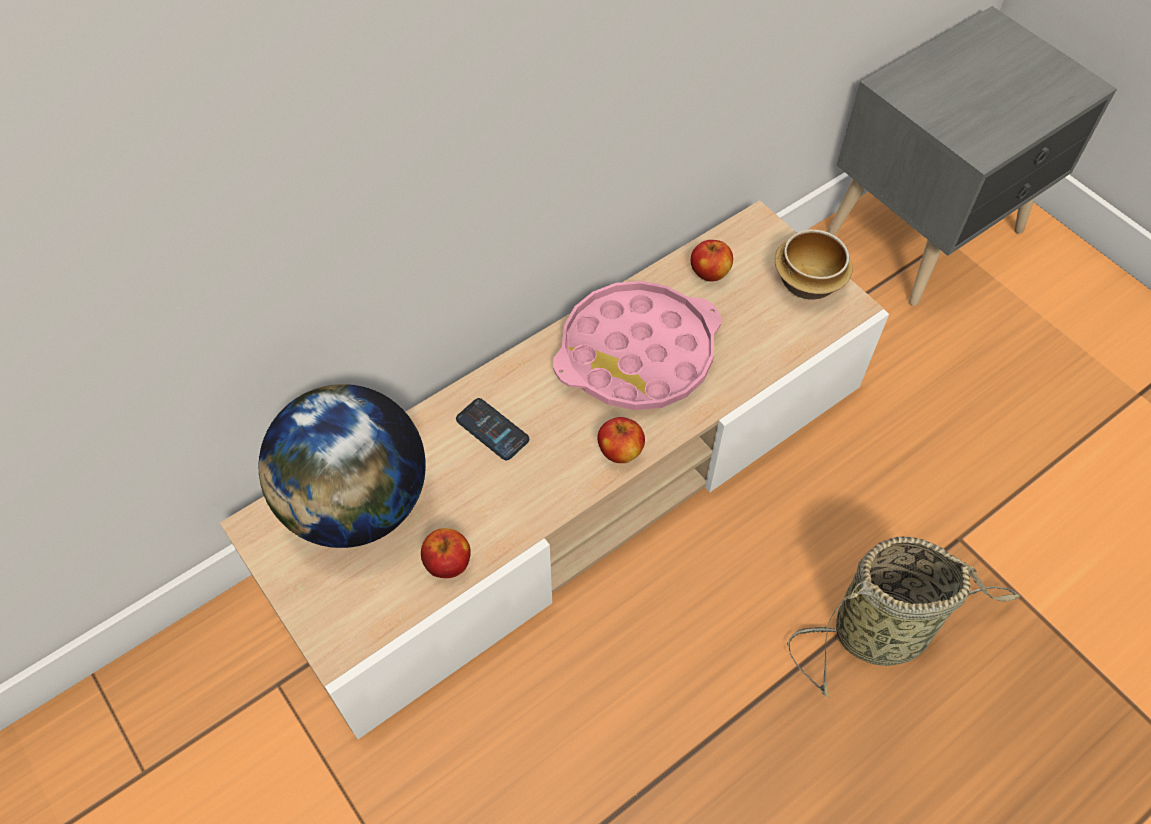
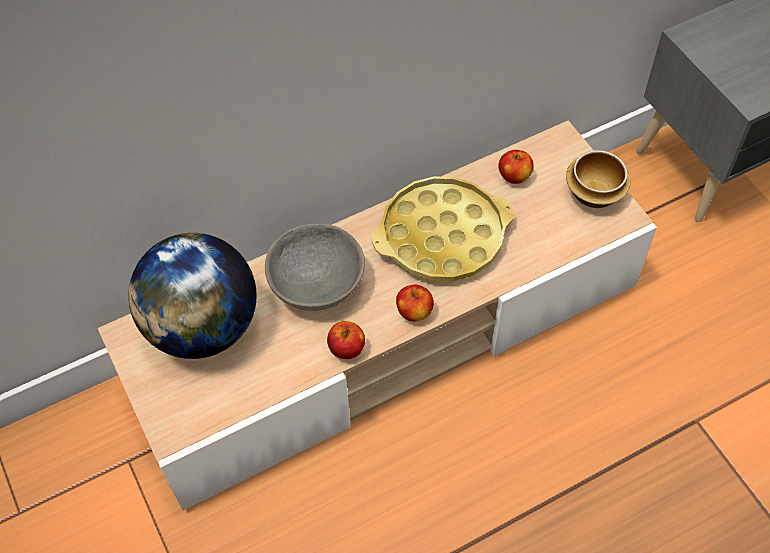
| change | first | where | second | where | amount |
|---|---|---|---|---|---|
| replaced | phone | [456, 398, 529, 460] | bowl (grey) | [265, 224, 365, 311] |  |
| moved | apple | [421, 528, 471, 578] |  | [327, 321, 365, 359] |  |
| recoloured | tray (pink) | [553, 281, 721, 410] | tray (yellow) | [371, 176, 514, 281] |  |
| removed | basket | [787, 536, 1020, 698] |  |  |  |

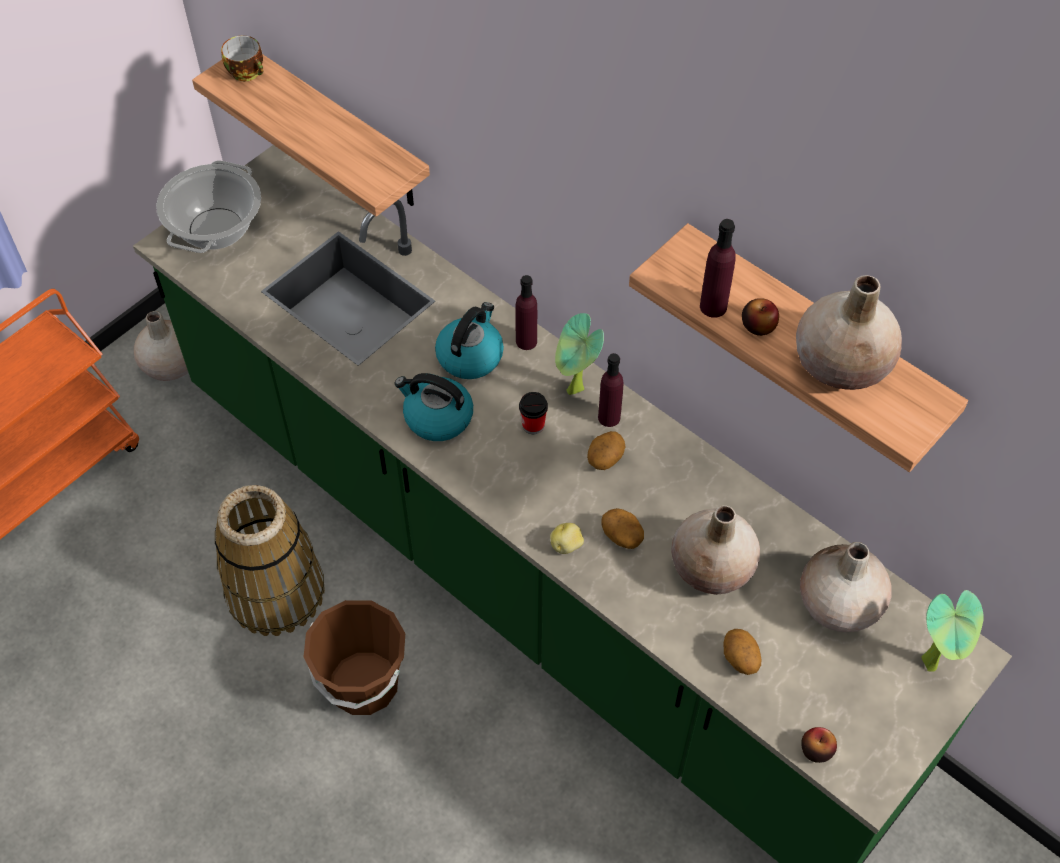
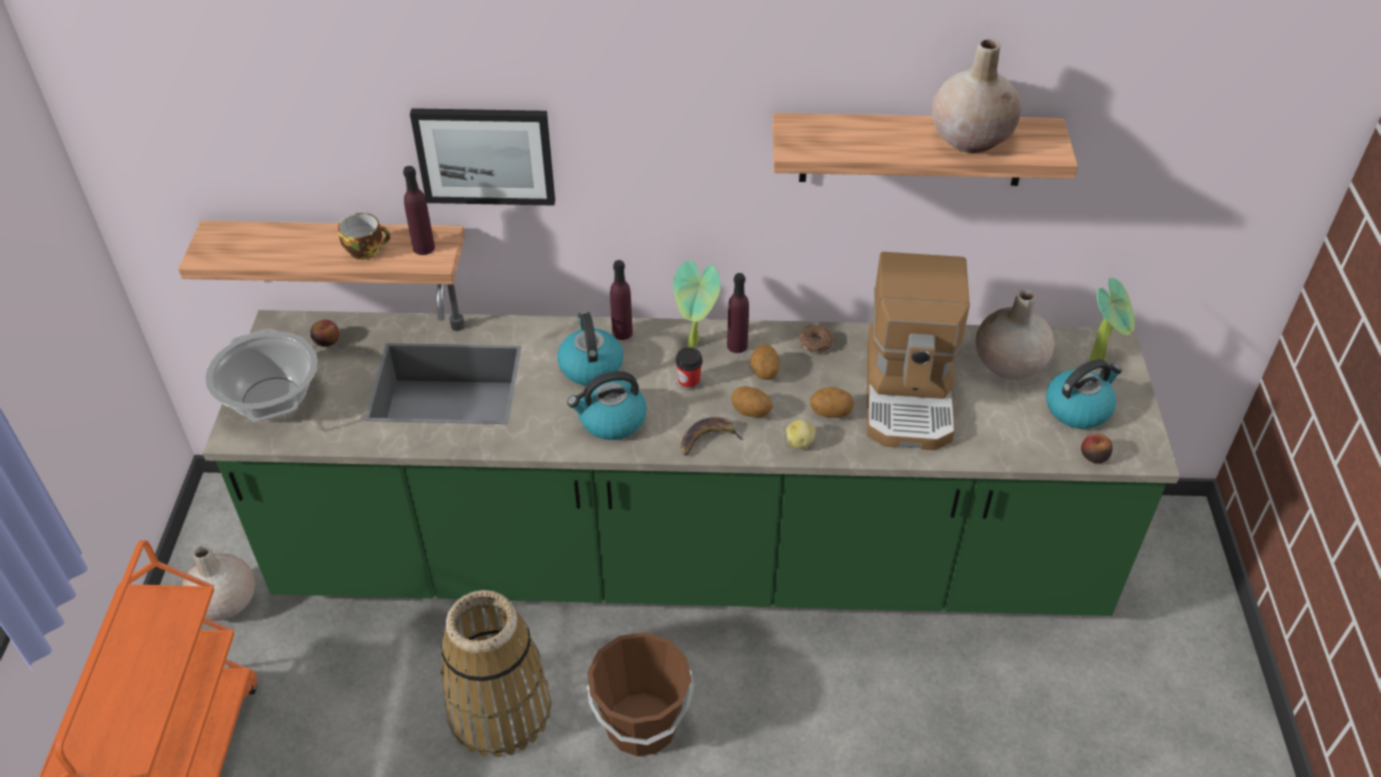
| change | first | where | second | where | amount |
|---|---|---|---|---|---|
| moved | apple | [742, 298, 779, 336] |  | [310, 320, 339, 347] |  |
| moved | cup | [221, 36, 263, 82] |  | [338, 213, 391, 260] |  |
| moved | bottle (purple) | [700, 219, 736, 318] |  | [403, 166, 435, 255] |  |
| added |  |  | picture | [410, 108, 555, 206] |  |
| added |  |  | banana | [681, 417, 744, 456] |  |
| moved | potato | [724, 629, 761, 675] |  | [731, 386, 773, 417] |  |
| added |  |  | donut | [798, 325, 834, 353] |  |
| replaced | vase (beige) | [671, 505, 760, 595] | coffee machine | [867, 252, 970, 450] |  |
| added |  |  | kettle | [1046, 359, 1122, 429] |  |

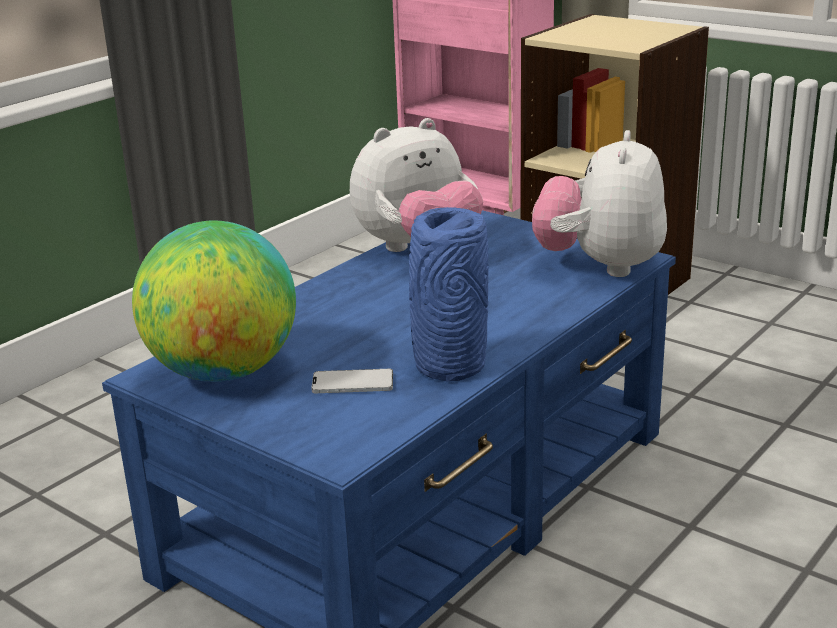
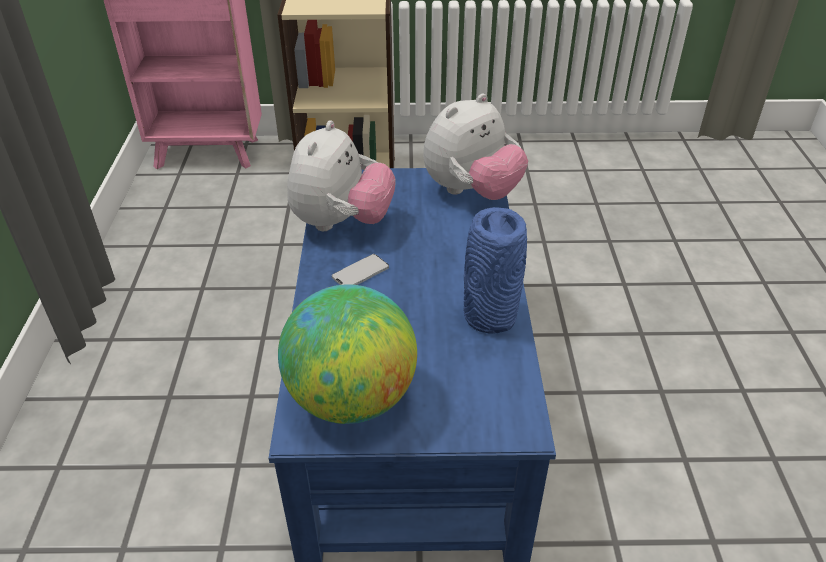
| change | first | where | second | where | amount |
|---|---|---|---|---|---|
| moved | phone | [311, 369, 393, 393] |  | [332, 254, 389, 285] |  |
| turned | plush toy | [532, 130, 667, 277] |  | [423, 94, 528, 200] | 105 degrees counterclockwise |

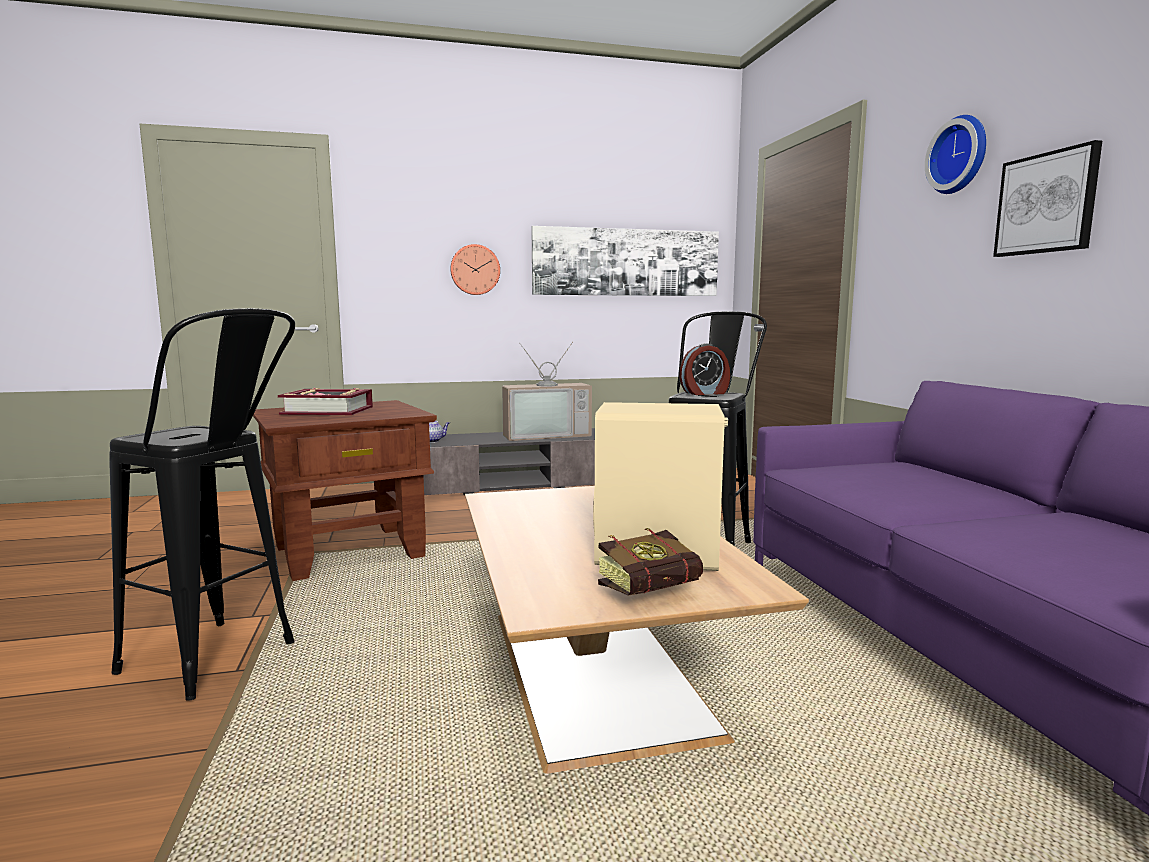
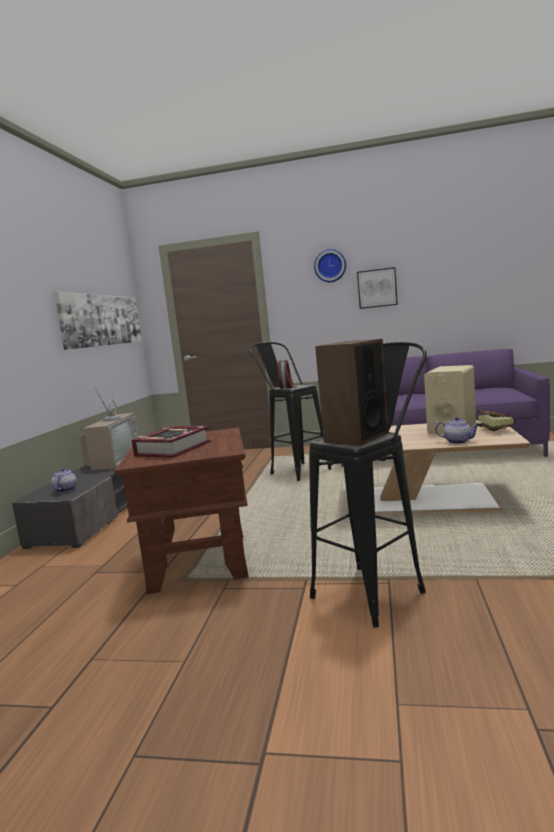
| change | first | where | second | where | amount |
|---|---|---|---|---|---|
| added |  |  | speaker | [315, 339, 389, 446] |  |
| added |  |  | teapot | [435, 417, 480, 444] |  |
| removed | wall clock | [450, 244, 500, 295] |  |  |  |

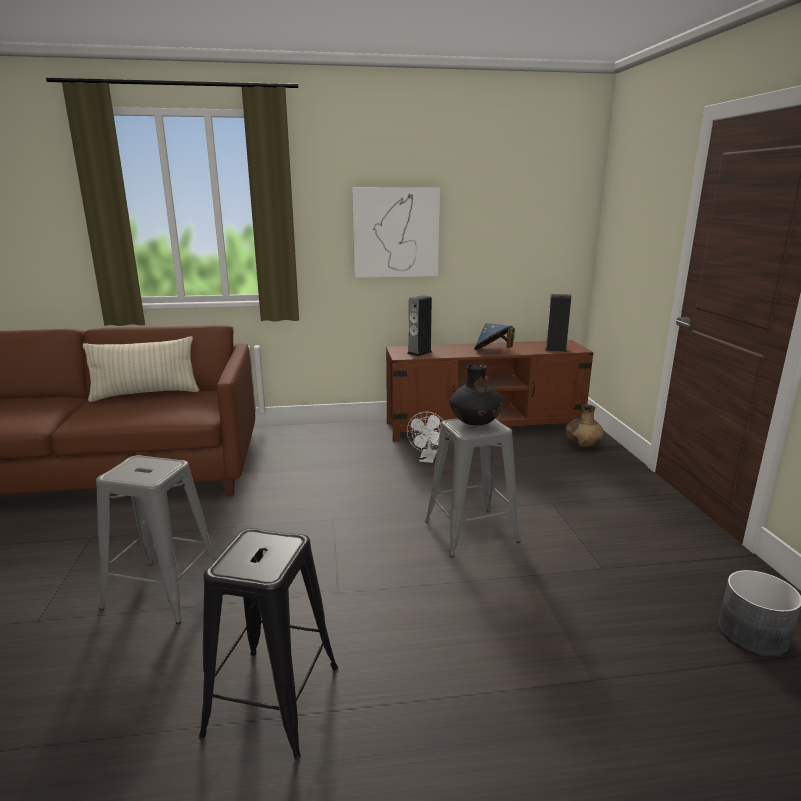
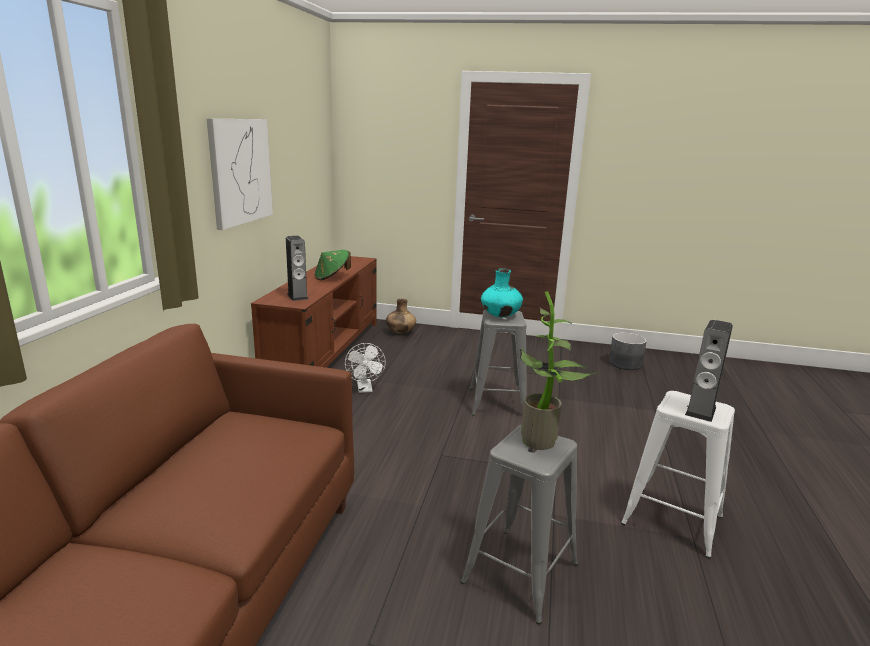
| change | first | where | second | where | amount |
|---|---|---|---|---|---|
| recoloured | hat (blue) | [474, 323, 515, 350] | hat (green) | [314, 250, 351, 280] |  |
| turned | fan (white) | [407, 412, 444, 463] |  | [345, 343, 386, 393] | 45 degrees clockwise |
| recoloured | vase (black) | [450, 363, 503, 426] | vase (turquoise) | [481, 268, 523, 317] |  |
| added |  |  | potted plant | [520, 291, 597, 450] |  |
| recoloured | stool (black) | [199, 528, 338, 760] | stool (white) | [621, 391, 735, 558] |  |
| moved | speaker | [545, 294, 571, 352] |  | [685, 320, 733, 422] |  |
| removed | pillow (beige) | [83, 336, 199, 402] |  |  |  |

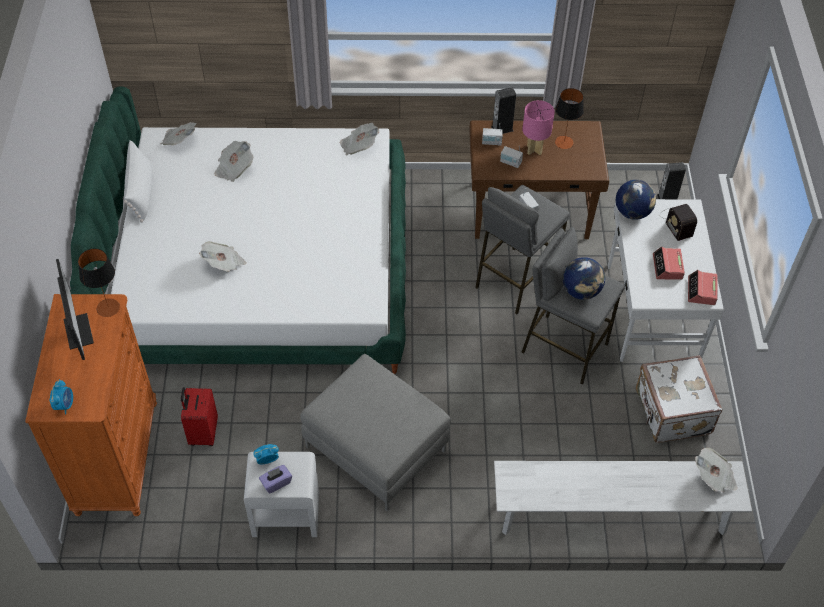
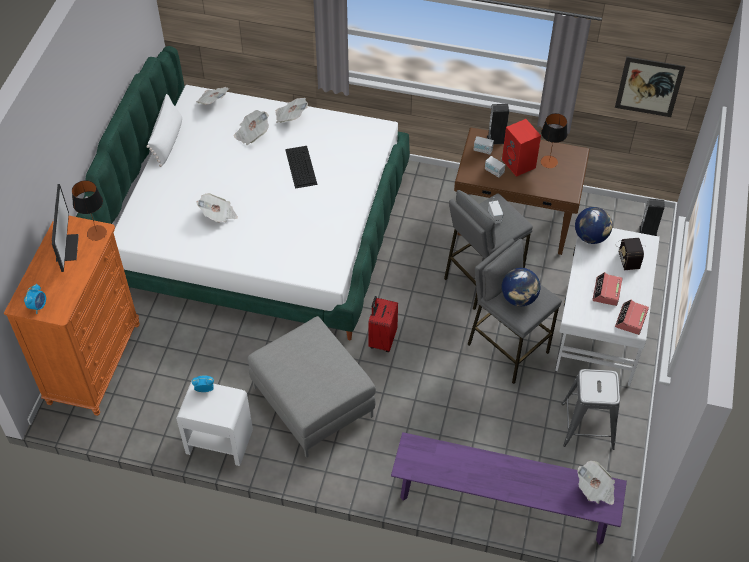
| change | first | where | second | where | amount |
|---|---|---|---|---|---|
| moved | newspaper | [340, 123, 379, 156] |  | [276, 98, 308, 123] |  |
| added |  |  | keyboard | [285, 146, 317, 189] |  |
| moved | suitcase (red) | [181, 387, 218, 446] |  | [368, 296, 398, 352] |  |
| recoloured | bench (white) | [494, 461, 752, 535] | bench (purple) | [391, 432, 627, 545] |  |
| replaced | table lamp (pink) | [522, 100, 555, 155] | speaker (red) | [502, 119, 541, 177] |  |
| replaced | suitcase (white) | [636, 355, 722, 443] | stool (grey) | [562, 369, 620, 450] |  |
| added |  |  | picture | [615, 56, 685, 117] |  |
| removed | tissue box (purple) | [259, 465, 292, 494] |  |  |  |

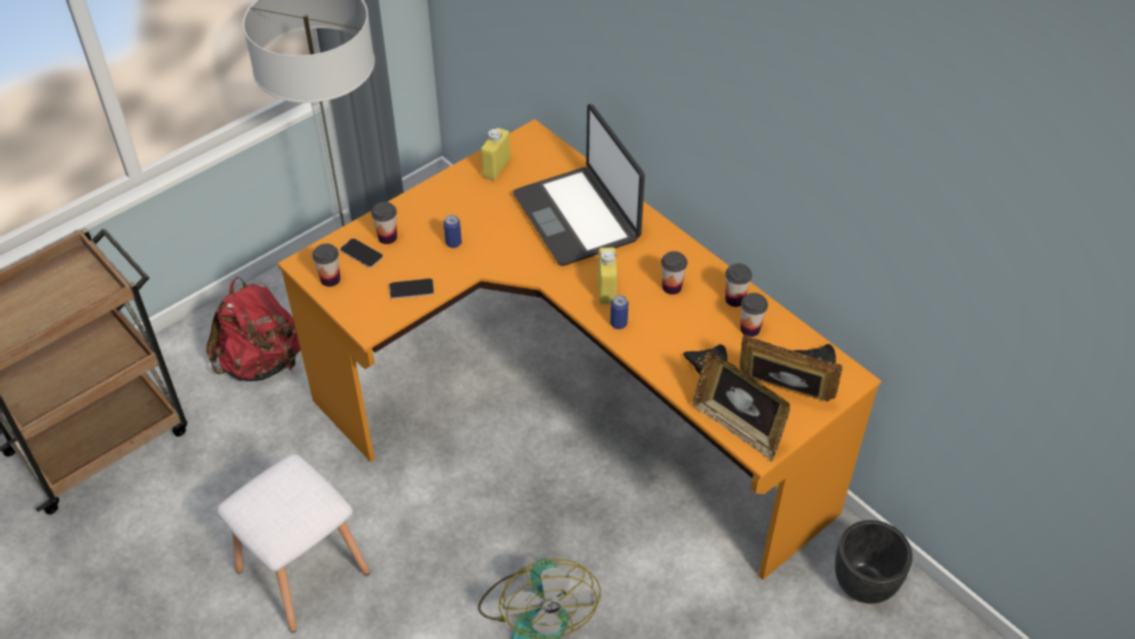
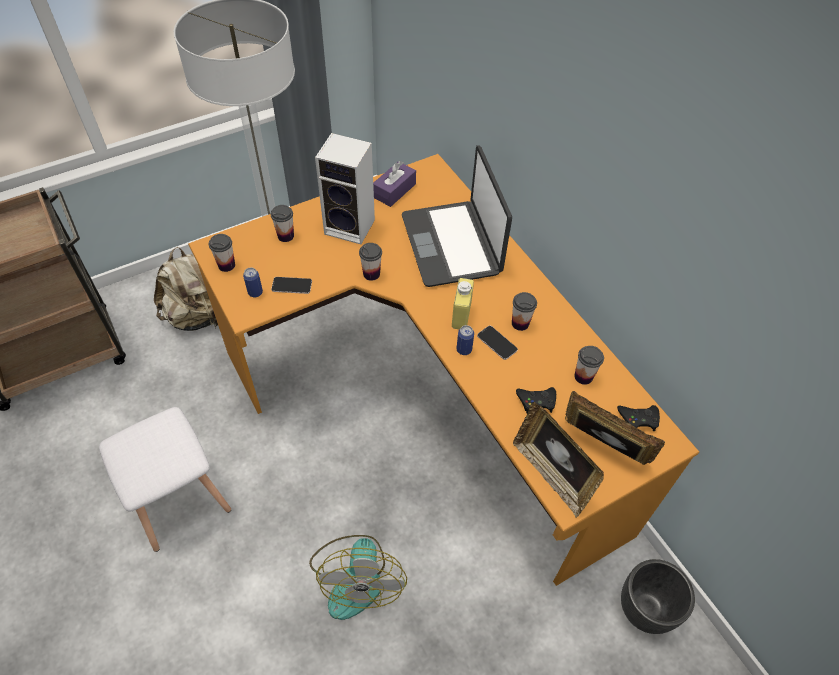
| change | first | where | second | where | amount |
|---|---|---|---|---|---|
| recoloured | backpack (red) | [206, 276, 301, 381] | backpack (beige) | [154, 246, 218, 331] |  |
| moved | can | [444, 214, 462, 248] |  | [243, 268, 263, 297] |  |
| added |  |  | speaker | [315, 133, 375, 244] |  |
| moved | cup | [725, 263, 752, 307] |  | [359, 243, 382, 281] |  |
| replaced | bottle (yellow) | [481, 128, 511, 181] | tissue box (purple) | [373, 161, 416, 207] |  |
| moved | phone | [340, 238, 383, 268] |  | [477, 326, 518, 360] |  |

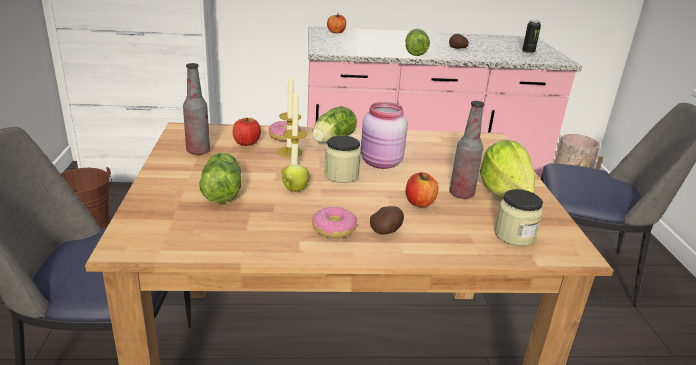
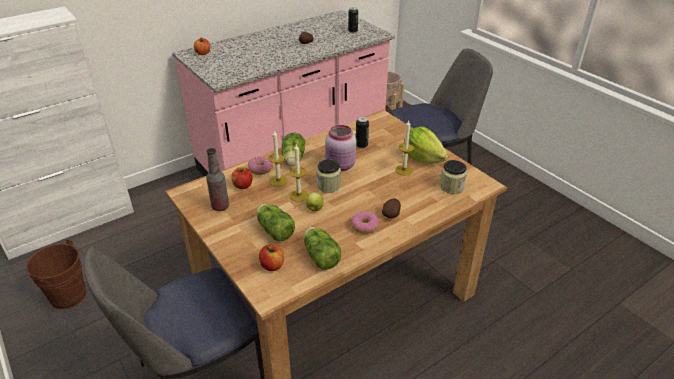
| change | first | where | second | where | amount |
|---|---|---|---|---|---|
| moved | apple | [406, 172, 438, 207] |  | [259, 244, 284, 271] |  |
| moved | lettuce | [405, 29, 430, 56] |  | [304, 227, 341, 270] |  |
| added |  |  | can | [356, 116, 369, 149] |  |
| replaced | bottle | [450, 101, 485, 199] | candle | [395, 121, 414, 176] |  |

